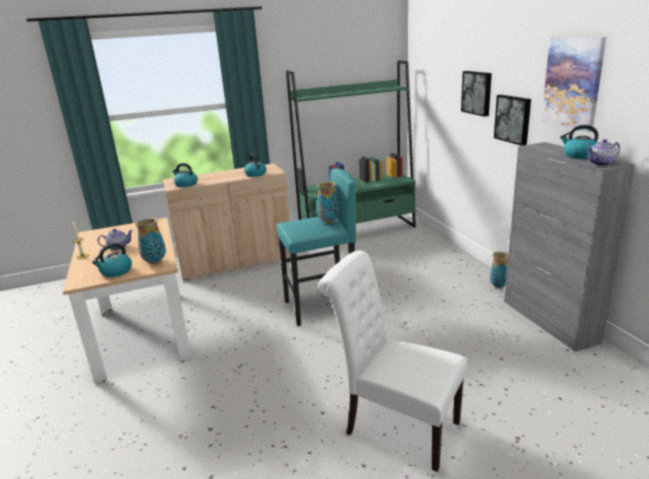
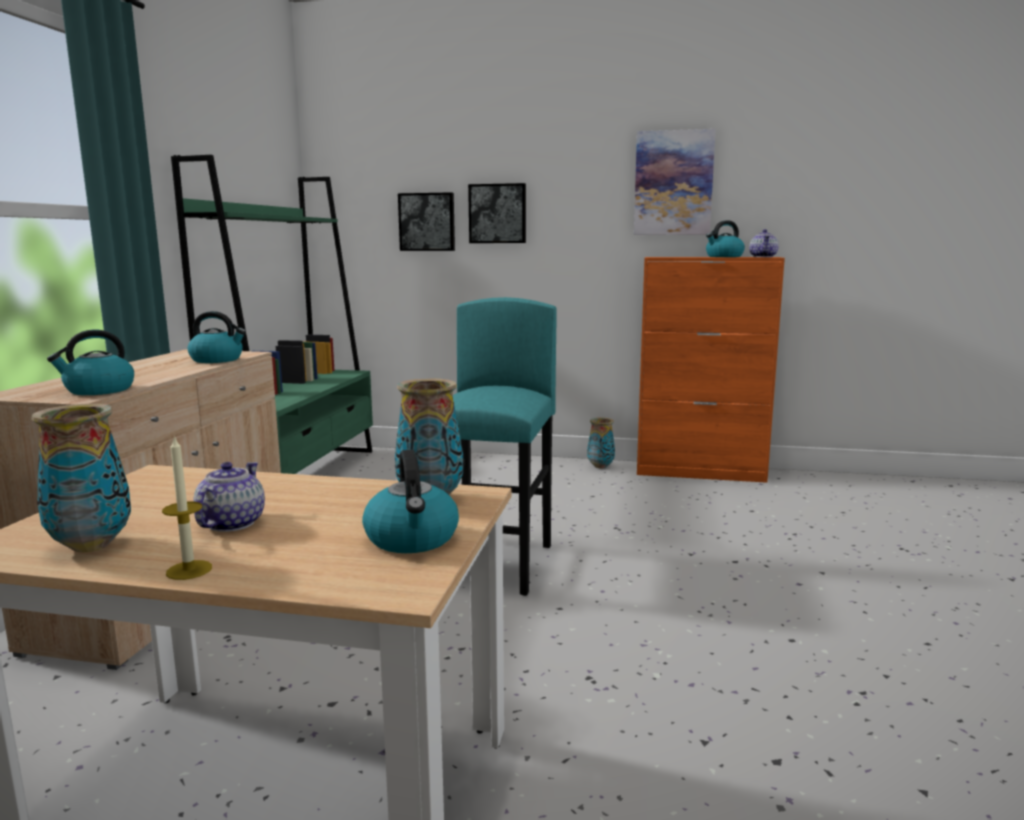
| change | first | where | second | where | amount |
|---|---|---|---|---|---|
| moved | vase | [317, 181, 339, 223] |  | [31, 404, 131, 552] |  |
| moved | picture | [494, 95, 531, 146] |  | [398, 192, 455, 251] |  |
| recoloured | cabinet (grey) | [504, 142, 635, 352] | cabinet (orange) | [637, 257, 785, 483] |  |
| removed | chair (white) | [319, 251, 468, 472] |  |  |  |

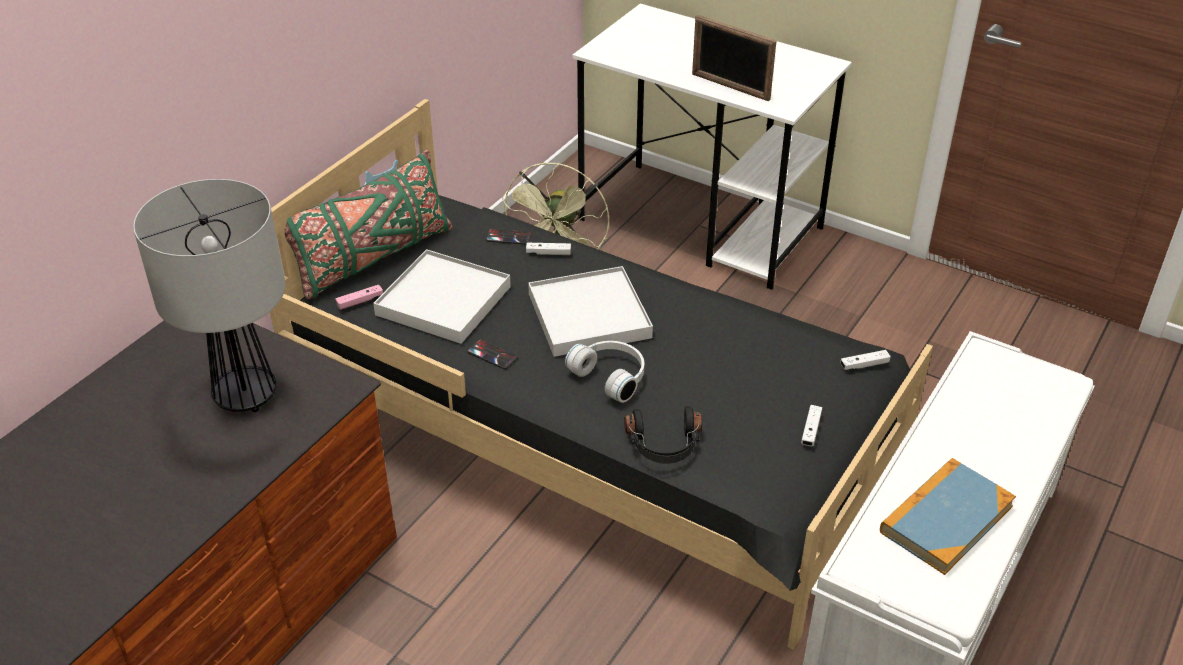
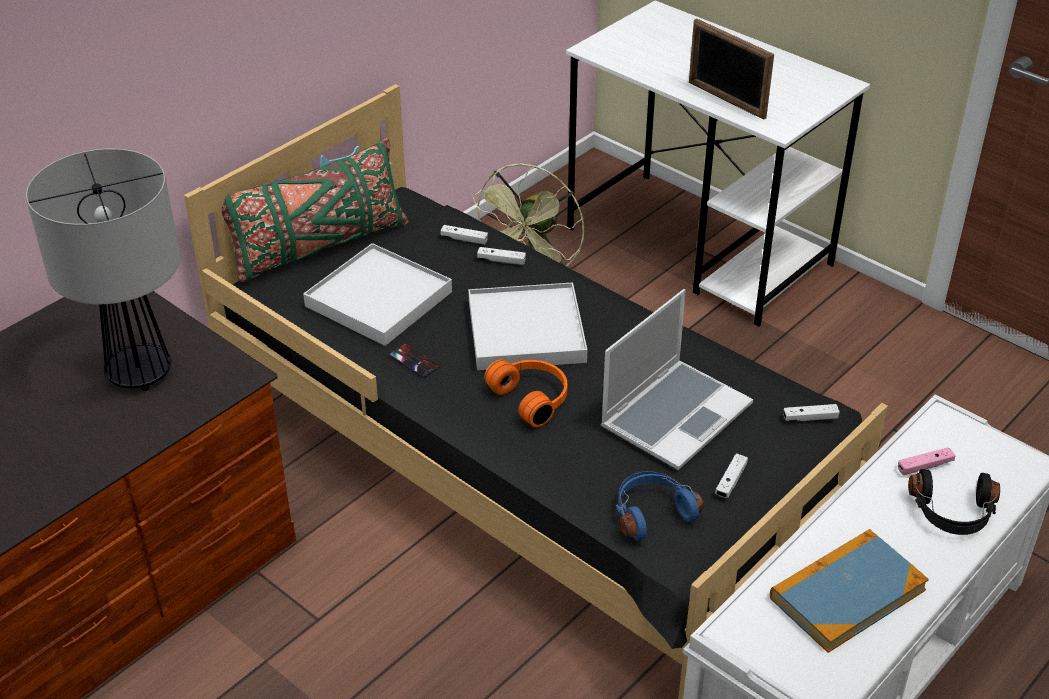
| change | first | where | second | where | amount |
|---|---|---|---|---|---|
| replaced | phone | [486, 229, 532, 244] | game controller (white) | [441, 225, 488, 245] |  |
| recoloured | headphones (white) | [565, 341, 644, 403] | headphones (orange) | [484, 359, 568, 427] |  |
| added |  |  | laptop | [601, 289, 753, 470] |  |
| added |  |  | headphones (blue) | [616, 471, 704, 541] |  |
| moved | game controller (pink) | [336, 285, 383, 310] |  | [898, 447, 955, 475] |  |
| moved | headphones (black) | [624, 406, 702, 464] |  | [908, 469, 1000, 535] |  |

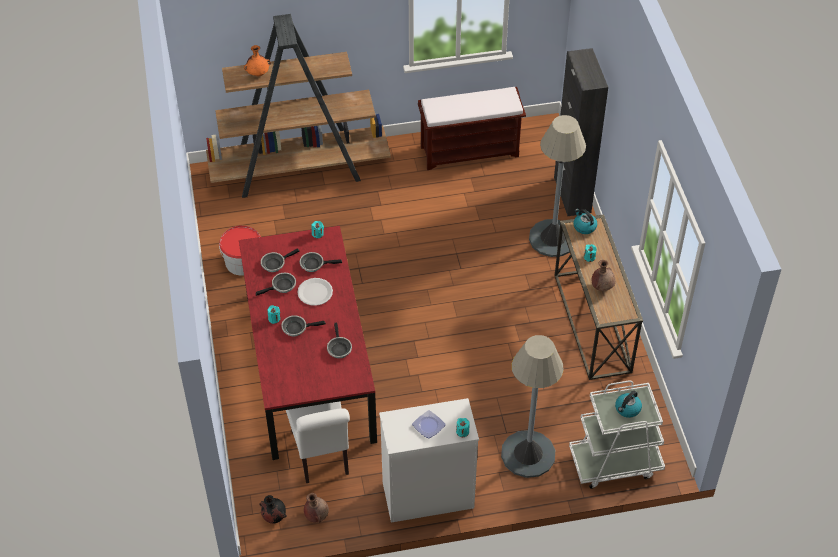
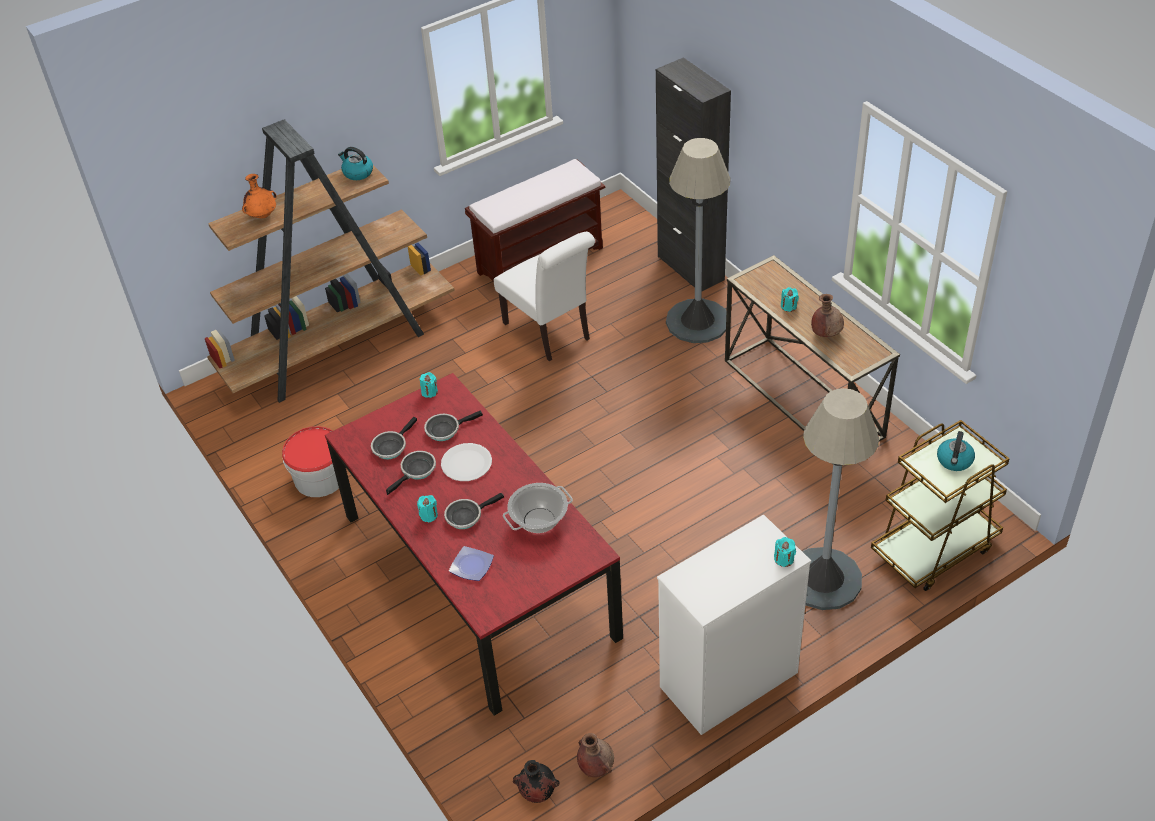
| change | first | where | second | where | amount |
|---|---|---|---|---|---|
| moved | kettle | [573, 209, 597, 234] |  | [338, 147, 373, 180] |  |
| moved | plate | [412, 410, 446, 438] |  | [449, 546, 494, 581] |  |
| moved | chair (white) | [286, 401, 350, 483] |  | [494, 232, 595, 361] |  |
| replaced | frying pan | [327, 322, 352, 358] | cooking pot | [503, 483, 573, 533] |  |
| recoloured | cart (white) | [569, 380, 665, 489] | cart (brown) | [871, 420, 1010, 591] |  |

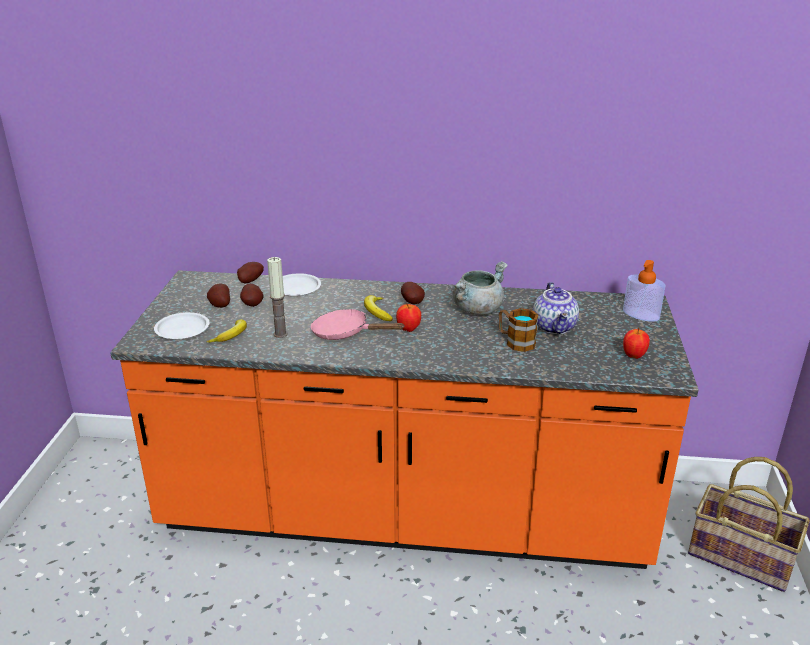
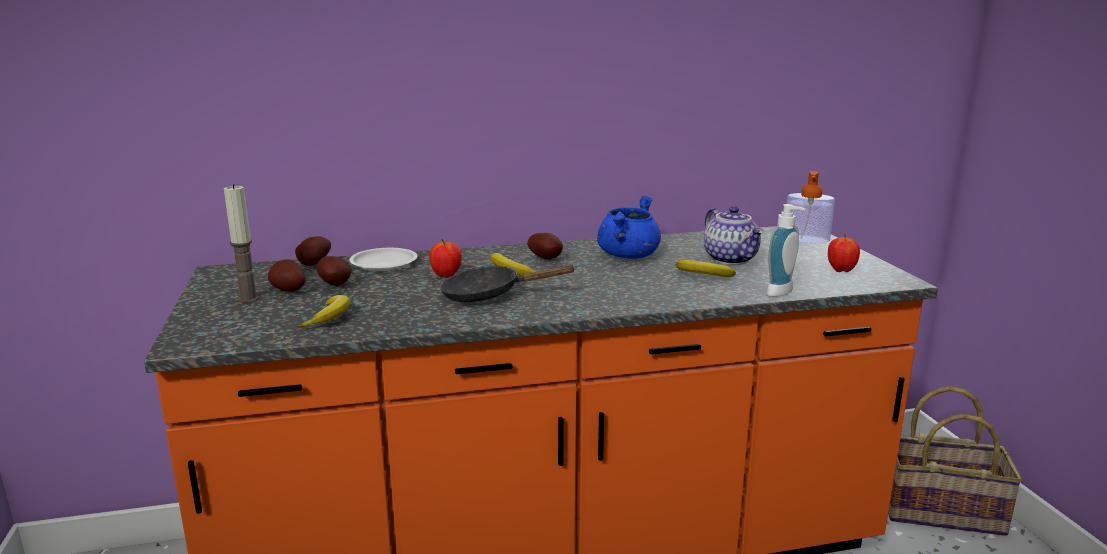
| change | first | where | second | where | amount |
|---|---|---|---|---|---|
| moved | candle | [267, 257, 288, 338] |  | [224, 184, 259, 303] |  |
| moved | apple | [396, 303, 421, 332] |  | [429, 239, 462, 278] |  |
| recoloured | frying pan (pink) | [311, 309, 404, 340] | frying pan (black) | [440, 265, 576, 302] |  |
| recoloured | cooking pot (grey) | [453, 261, 508, 315] | cooking pot (blue) | [597, 196, 661, 259] |  |
| replaced | mug | [499, 308, 538, 352] | banana | [675, 260, 736, 277] |  |
| added |  |  | soap dispenser | [766, 204, 806, 297] |  |
| removed | plate (white) | [154, 312, 209, 340] |  |  |  |

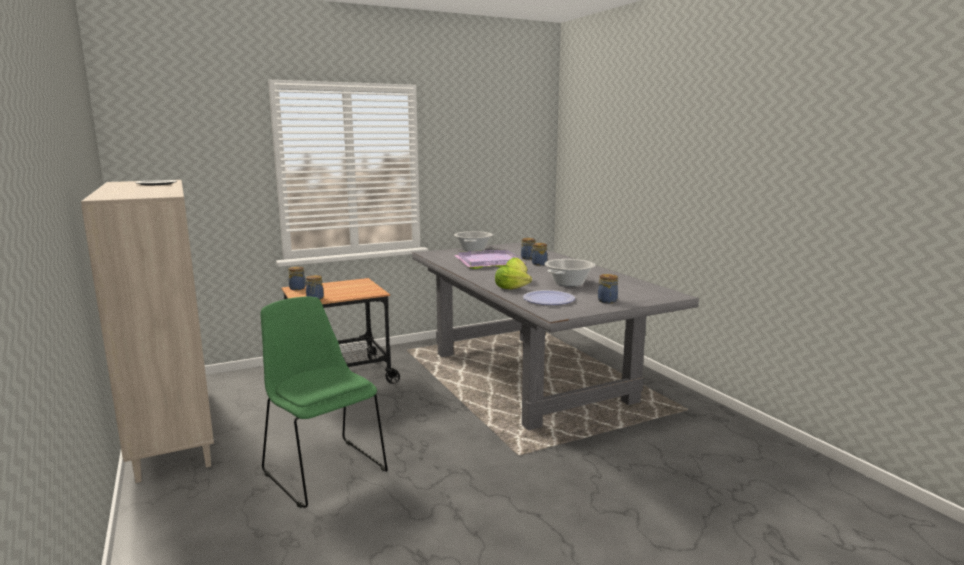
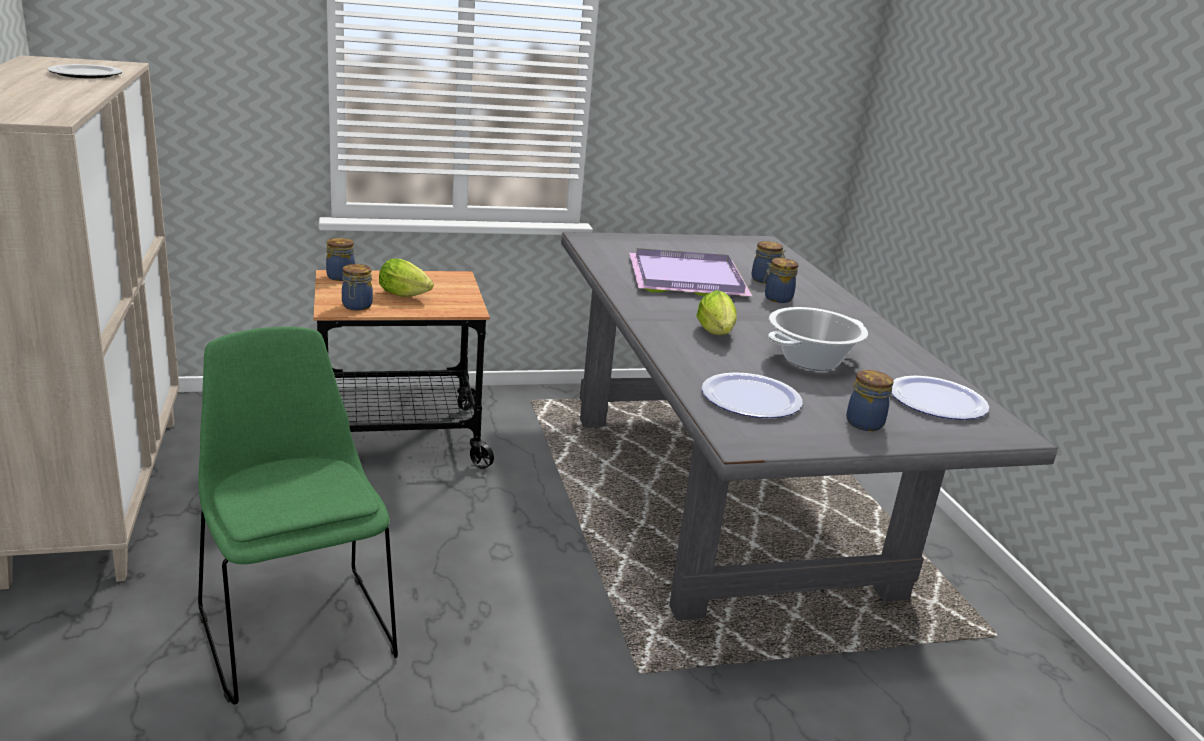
| change | first | where | second | where | amount |
|---|---|---|---|---|---|
| moved | lettuce | [495, 266, 532, 289] |  | [379, 259, 434, 297] |  |
| added |  |  | plate | [892, 376, 989, 420] |  |
| removed | cooking pot | [454, 231, 493, 251] |  |  |  |

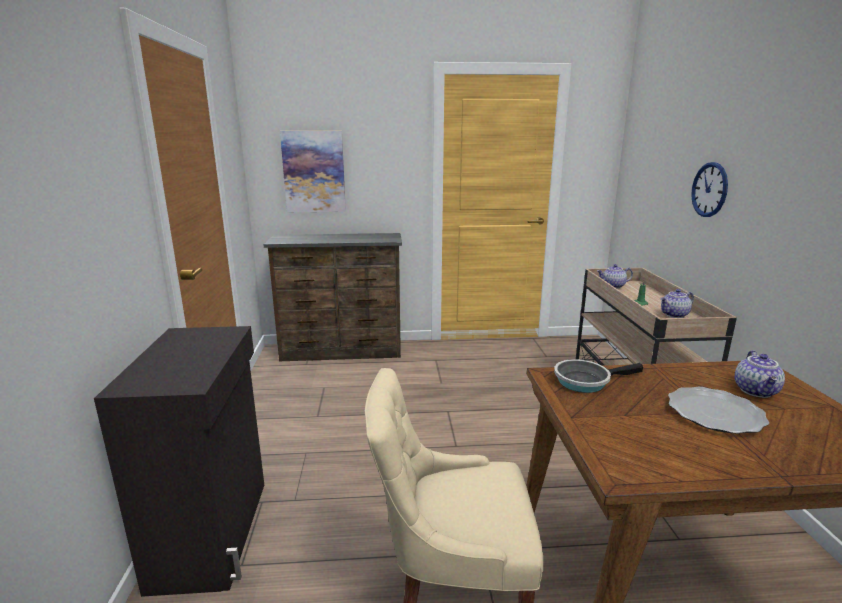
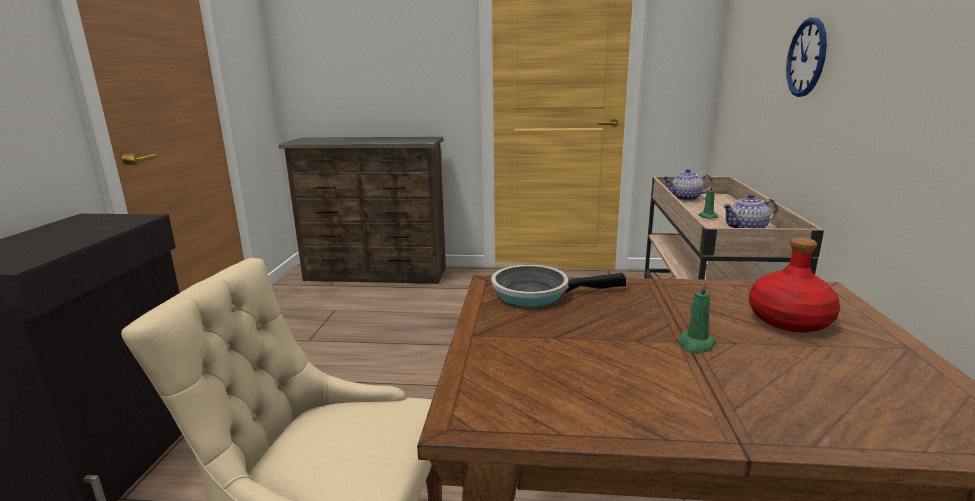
| change | first | where | second | where | amount |
|---|---|---|---|---|---|
| replaced | plate | [668, 387, 770, 434] | candle (green) | [679, 281, 717, 354] |  |
| replaced | teapot | [735, 350, 785, 398] | bottle (red) | [749, 237, 840, 333] |  |
| removed | picture | [280, 131, 346, 212] |  |  |  |

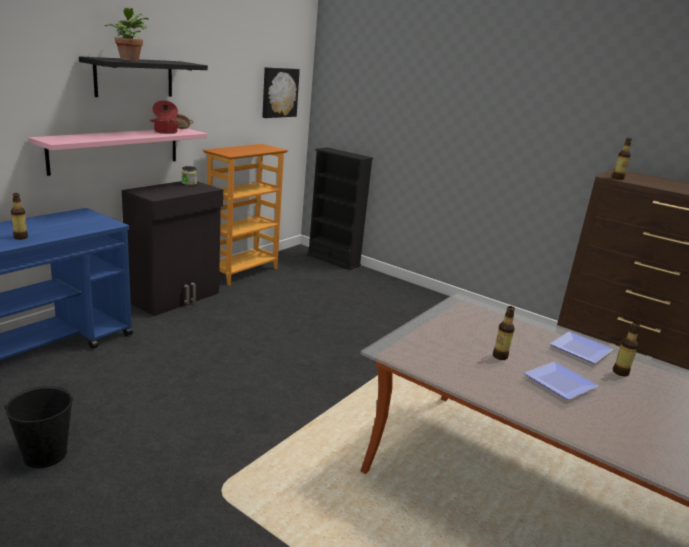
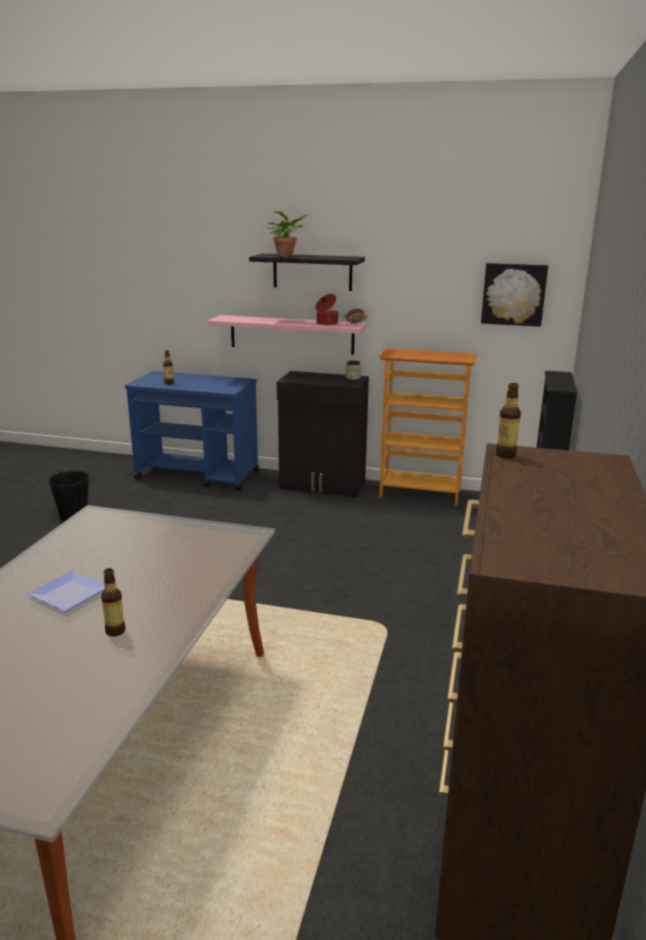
| change | first | where | second | where | amount |
|---|---|---|---|---|---|
| removed | bottle | [493, 306, 515, 360] |  |  |  |
| removed | plate | [550, 331, 613, 364] |  |  |  |

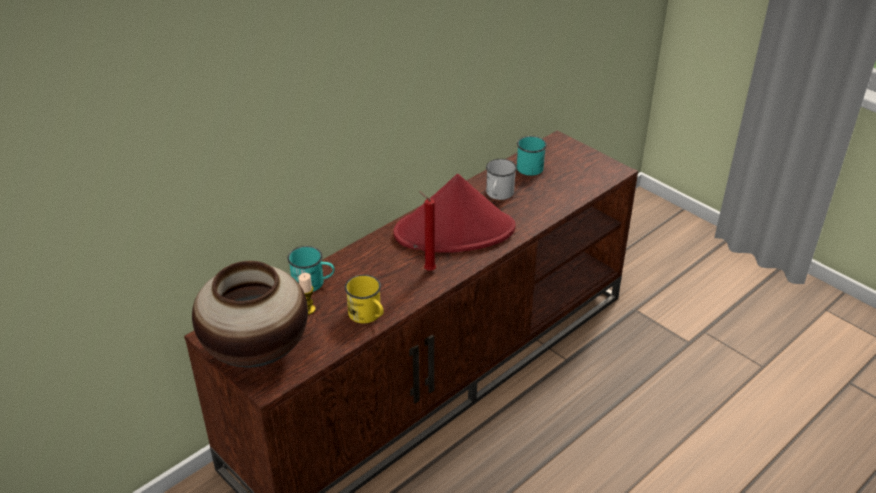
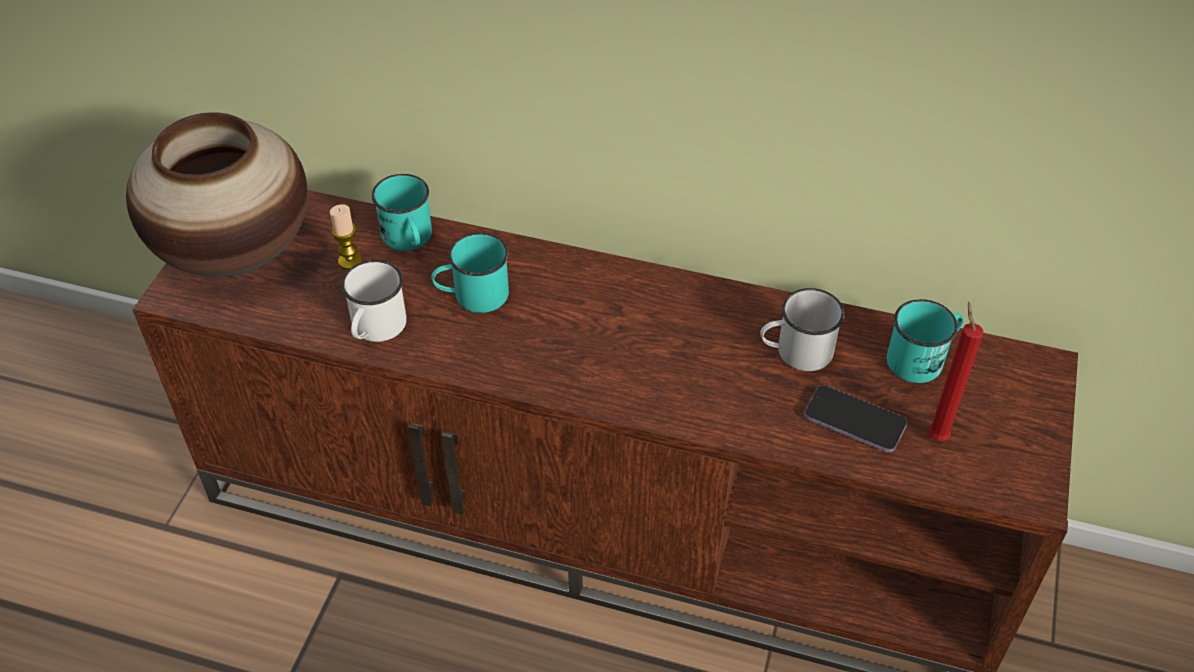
| change | first | where | second | where | amount |
|---|---|---|---|---|---|
| recoloured | mug (yellow) | [345, 275, 384, 323] | mug (white) | [341, 260, 407, 342] |  |
| added |  |  | mug (turquoise) | [431, 233, 509, 313] |  |
| added |  |  | phone | [804, 385, 907, 452] |  |
| moved | candle (red) | [420, 192, 436, 271] |  | [928, 302, 983, 441] |  |
| removed | hat (red) | [394, 174, 516, 253] |  |  |  |

